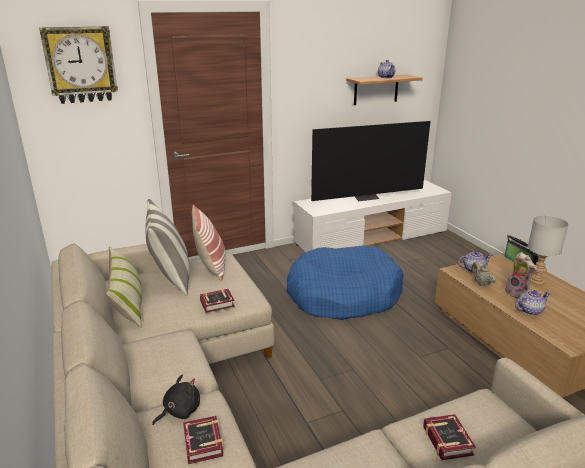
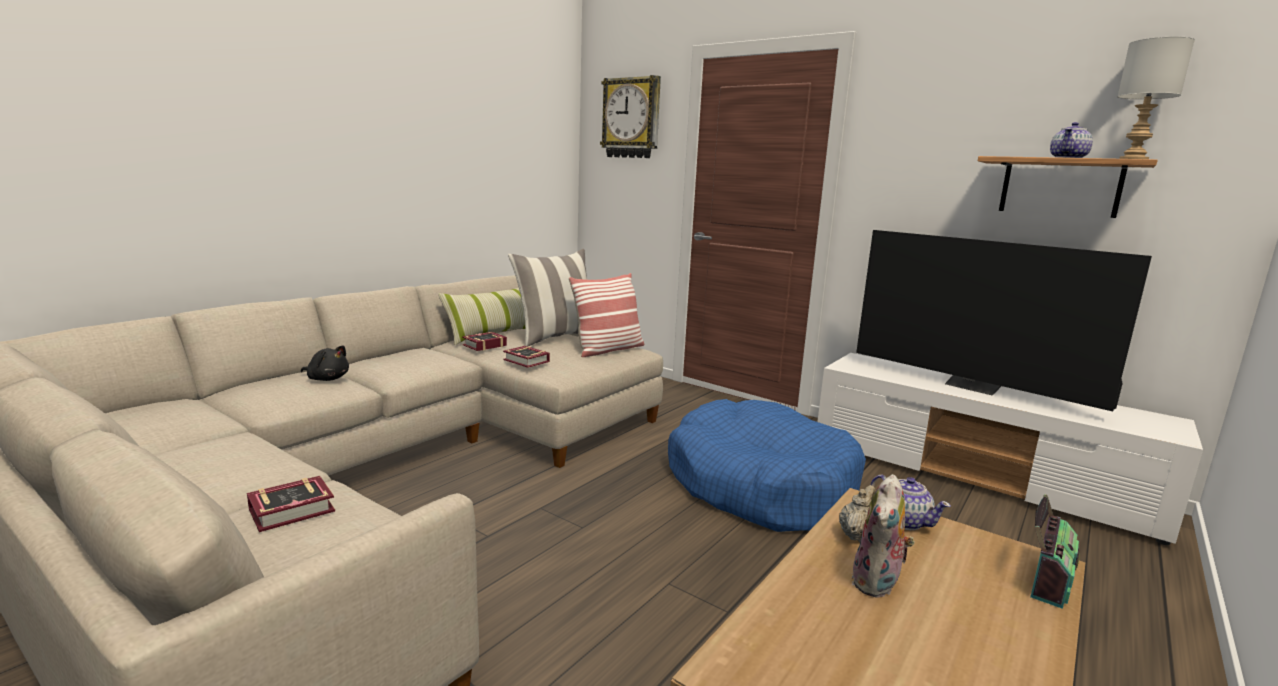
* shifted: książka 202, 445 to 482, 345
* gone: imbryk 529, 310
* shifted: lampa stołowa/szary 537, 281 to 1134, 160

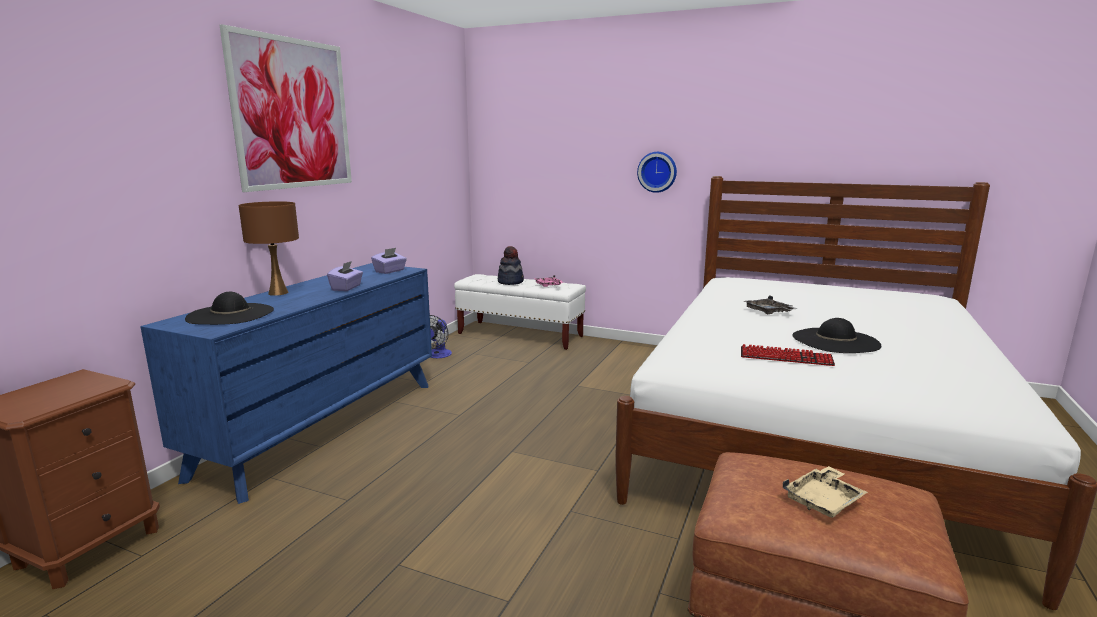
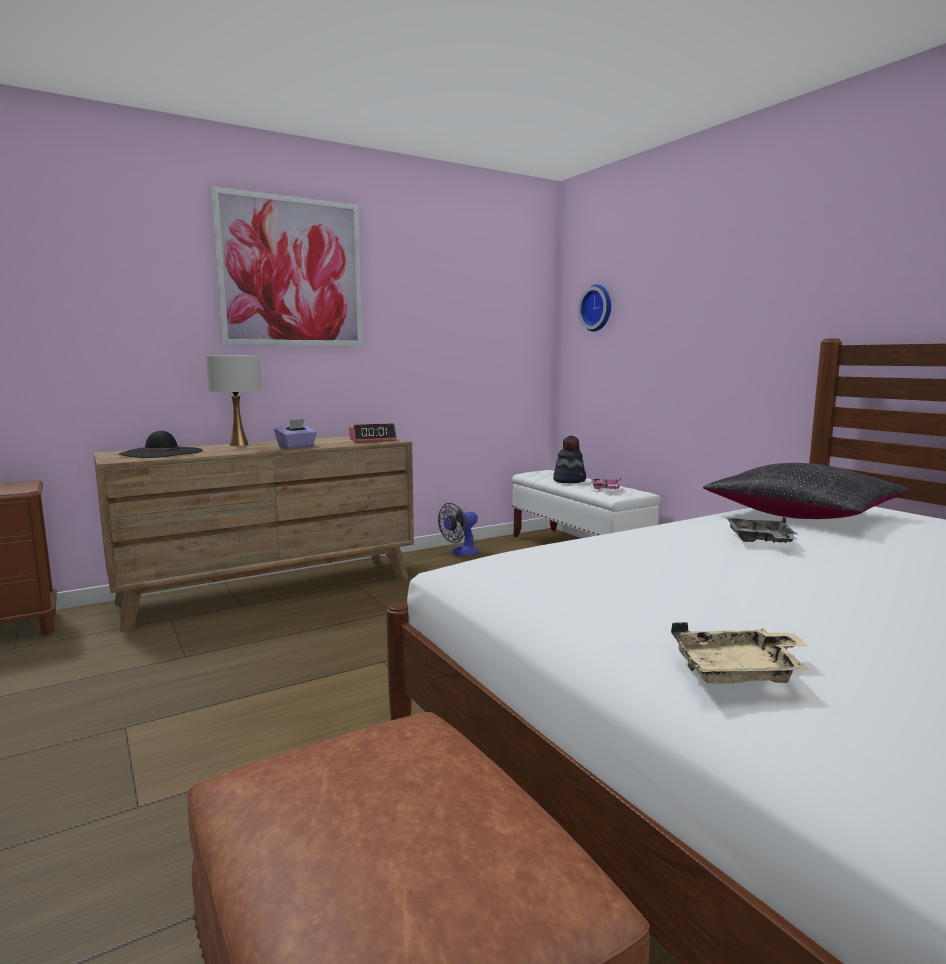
* repainted: komoda/niebieski 324, 426 to komoda/brązowy 271, 590
* repainted: lampa stołowa/brązowy 278, 293 to lampa stołowa/biały 239, 444
* swapped: pudełko chusteczek/fioletowy 390, 271 to budzik 373, 440
* shifted: zegar ścienny 657, 172 to 598, 308
* gone: klawiatura 785, 357
* shifted: taca/beżowy 824, 501 to 739, 672
* gone: kapelusz/czarny 835, 341
* new: poduszka/czarny 802, 514

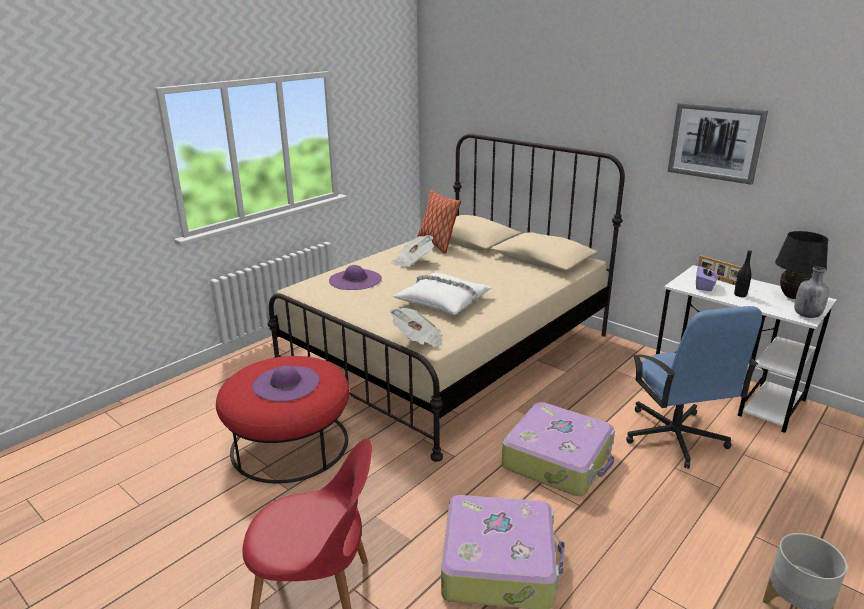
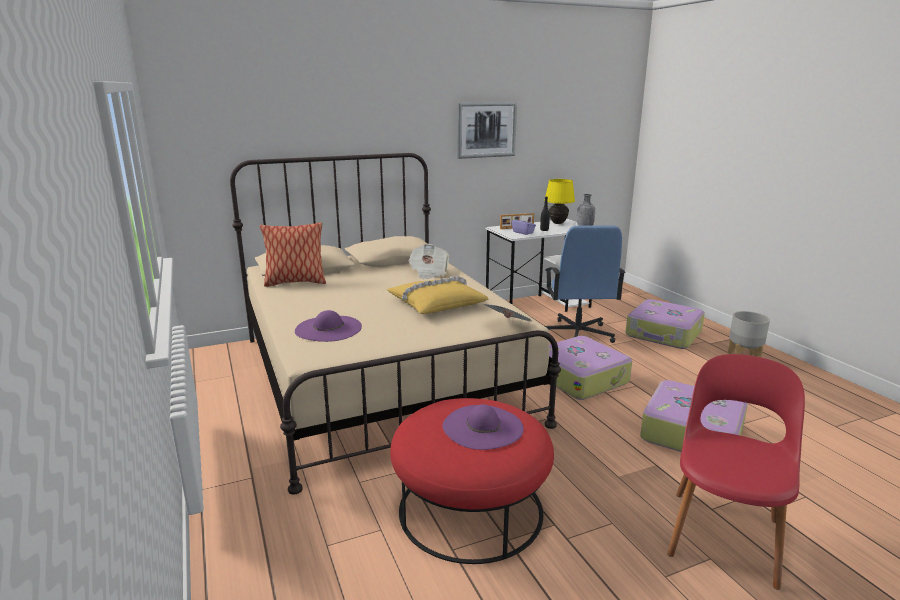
* shifted: gazeta 412, 262 to 429, 273
* repainted: poduszka/biały 444, 301 to poduszka/żółty 436, 304
* rotated: krzesło biurowe/niebieski 674, 437 = 577, 335 75 degrees clockwise
* repainted: lampa stołowa/czarny 792, 297 to lampa stołowa/żółty 557, 223
* new: walizka 663, 334

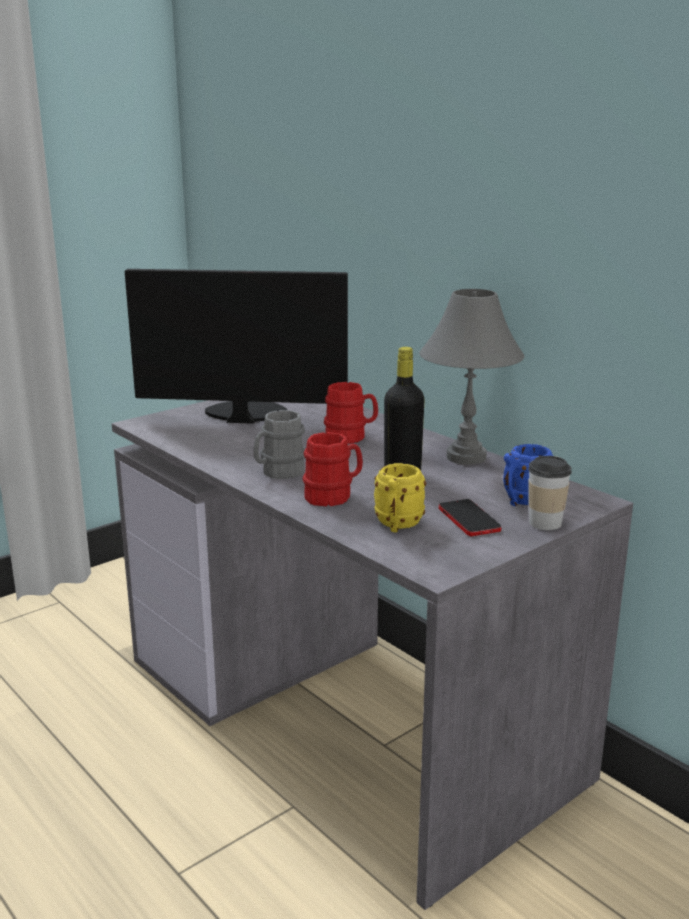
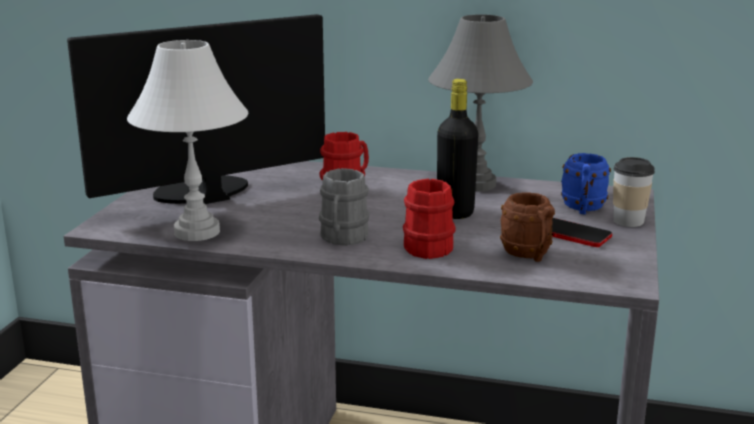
* repainted: kubek/żółty 397, 525 to kubek/brązowy 529, 255
* new: lampa stołowa/biały 198, 232

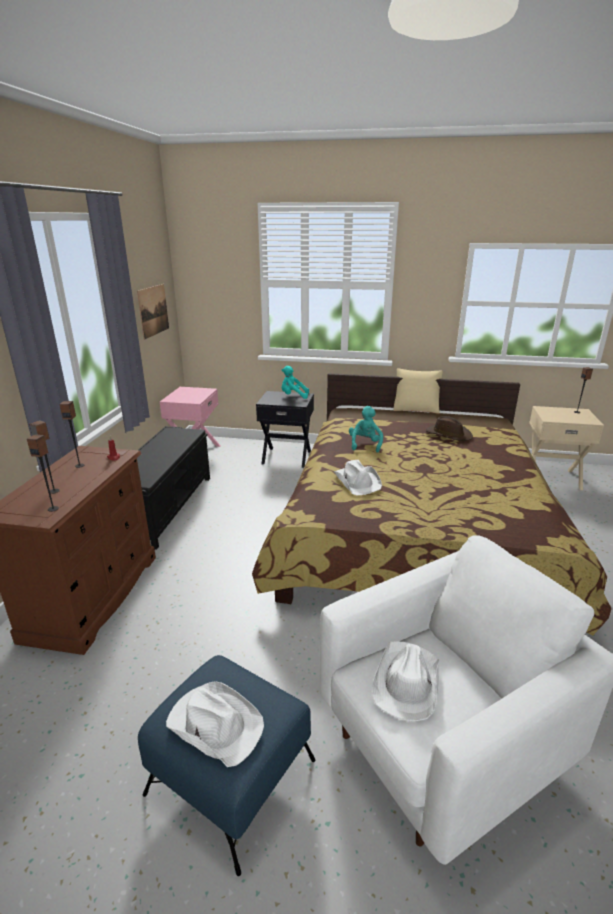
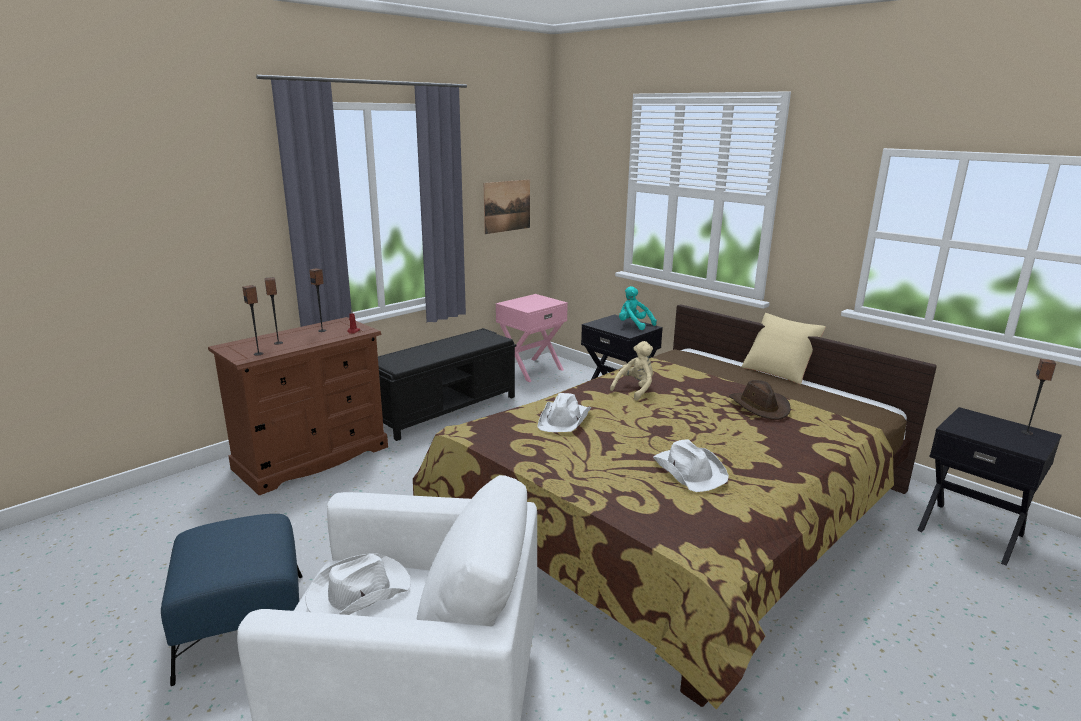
* shifted: kapelusz/biały 215, 724 to 689, 471
* repainted: pluszak/turkusowy 365, 444 to pluszak/beżowy 635, 390
* repainted: szafka nocna/beżowy 551, 477 to szafka nocna/czarny 971, 531

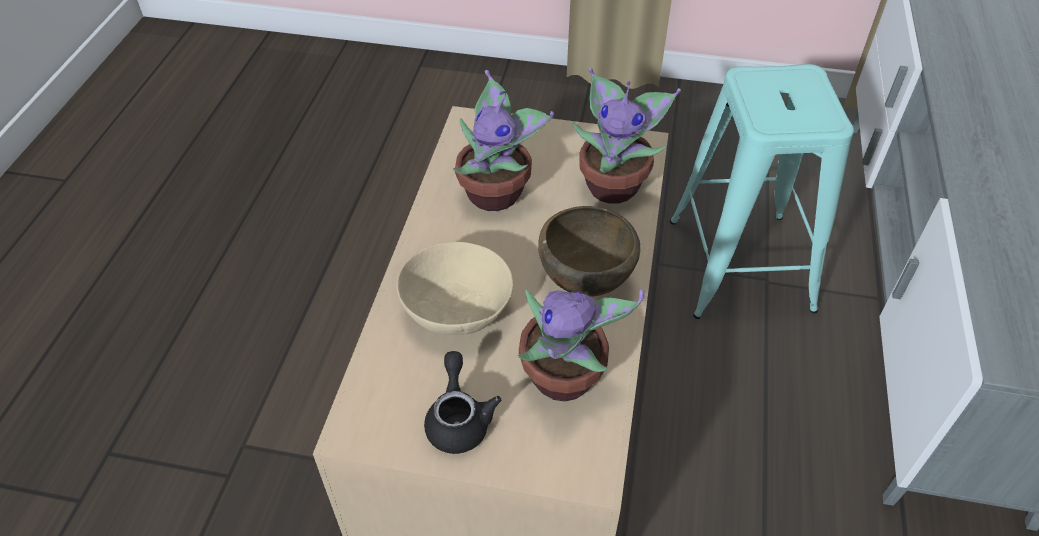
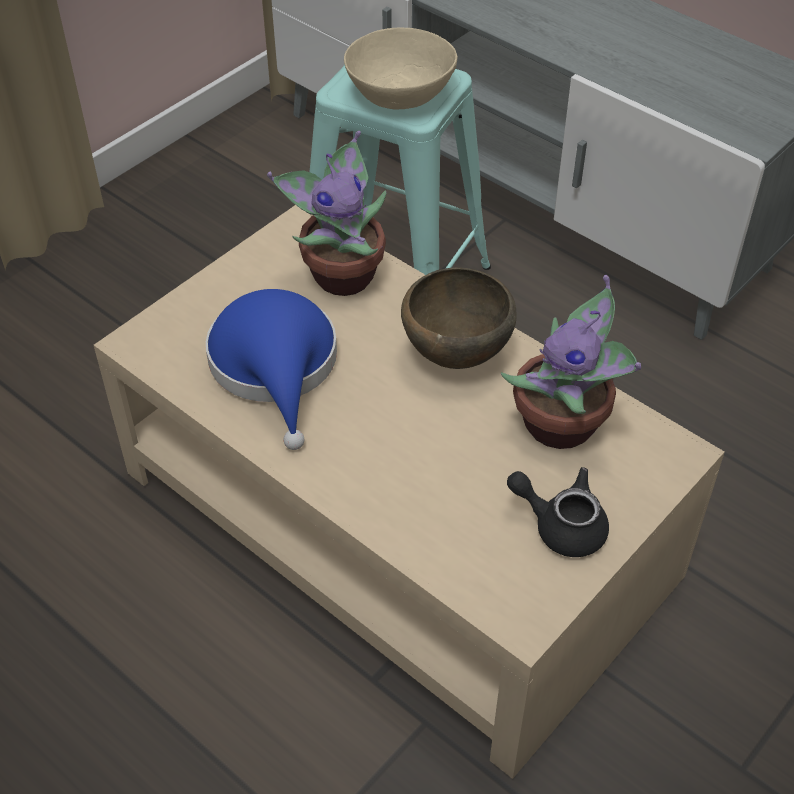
* shifted: miska/beżowy 456, 309 to 399, 93
* swapped: roślina doniczkowa 497, 193 to kapelusz/niebieski 276, 367

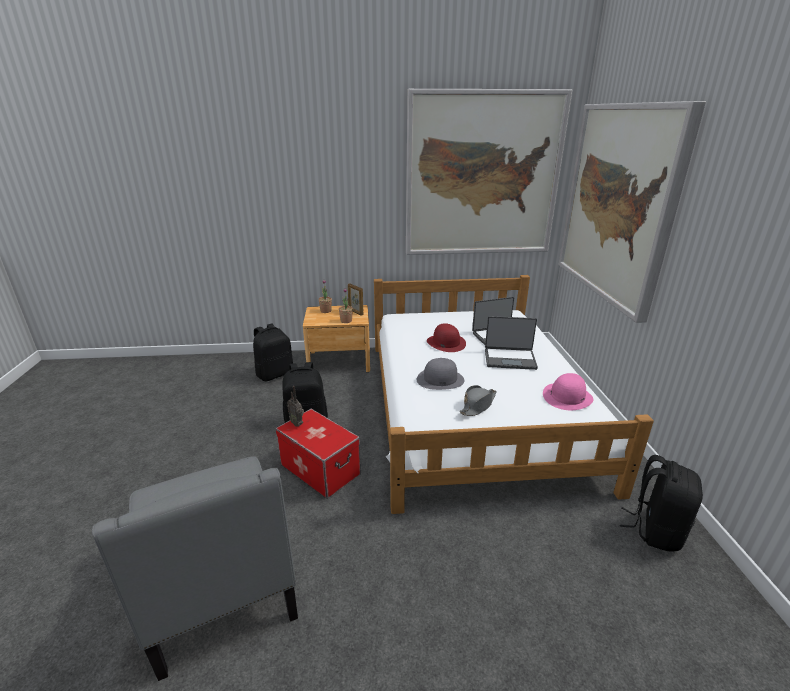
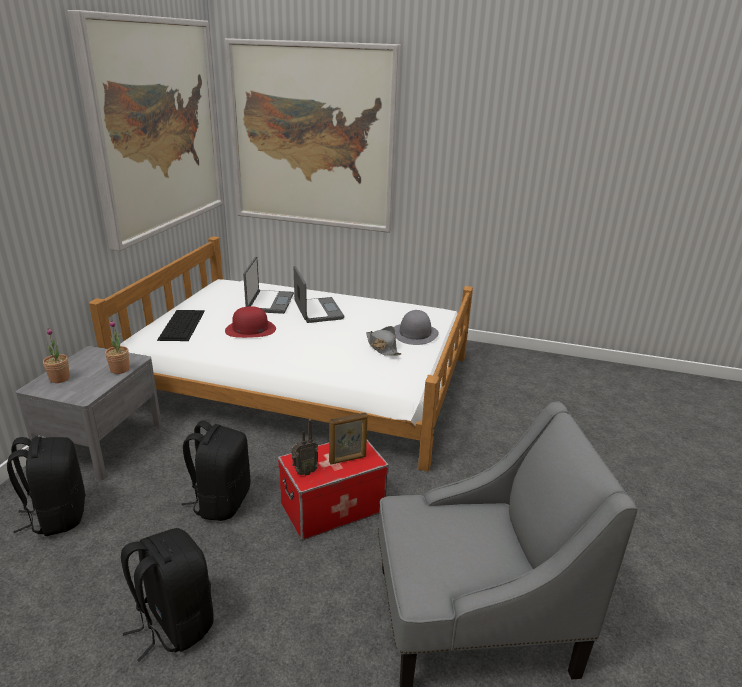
* repainted: szafka nocna/brązowy 339, 361 to szafka nocna/szary 102, 443
* shifted: ramka na zdjęcie 355, 312 to 348, 459
* shifted: kapelusz/szary 440, 379 to 415, 333
* rotated: laptop 510, 359 = 317, 311 45 degrees counterclockwise
* gone: kapelusz/różowy 567, 396
* shifted: plecak/czarny 655, 529 to 174, 623
* new: klawiatura 182, 324

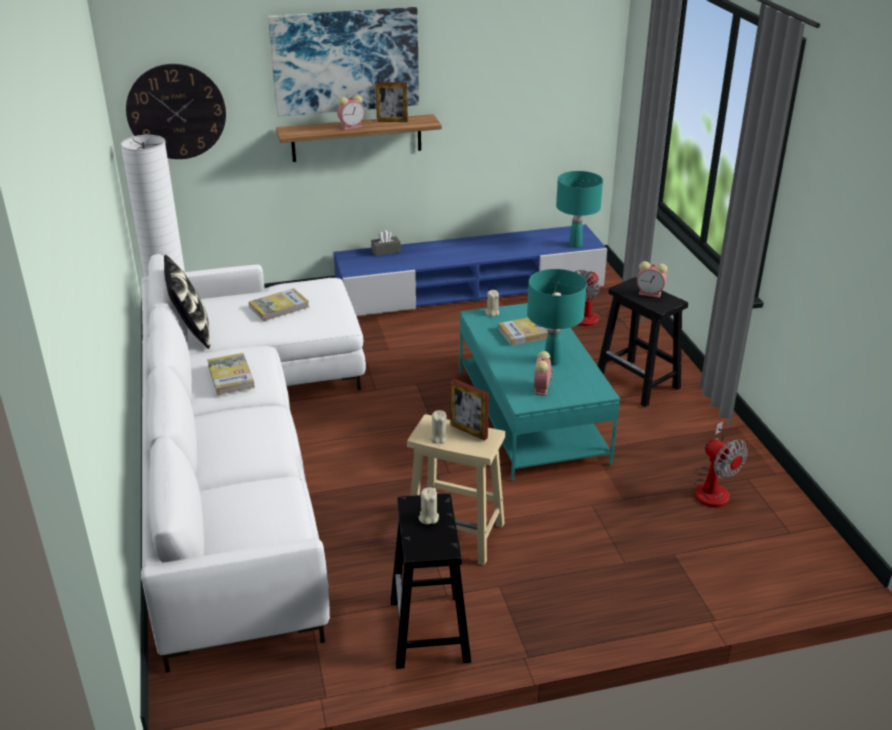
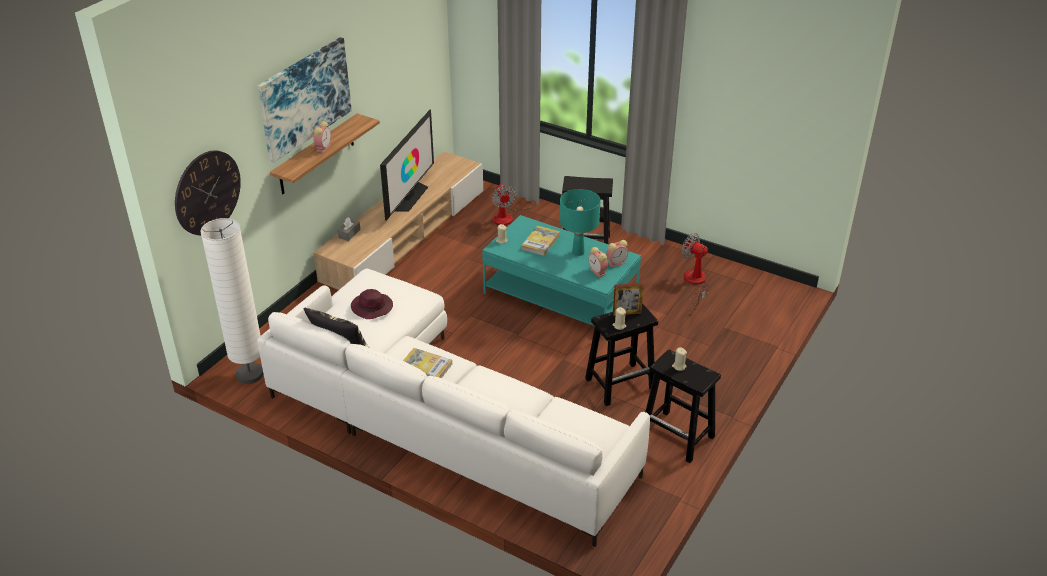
* swapped: książka 279, 307 to kapelusz/fioletowy 373, 308
* repainted: szafka pod telewizor/niebieski 470, 289 to szafka pod telewizor/beżowy 405, 235
* gone: ramka na zdjęcie 392, 121
* repainted: stołek/beżowy 457, 534 to stołek/czarny 620, 383
* gone: lampa stołowa/turkusowy 575, 245
* shifted: budzik 650, 293 to 616, 263
* rotated: wentylator 713, 487 = 695, 283 150 degrees counterclockwise
* new: telewizor 409, 197

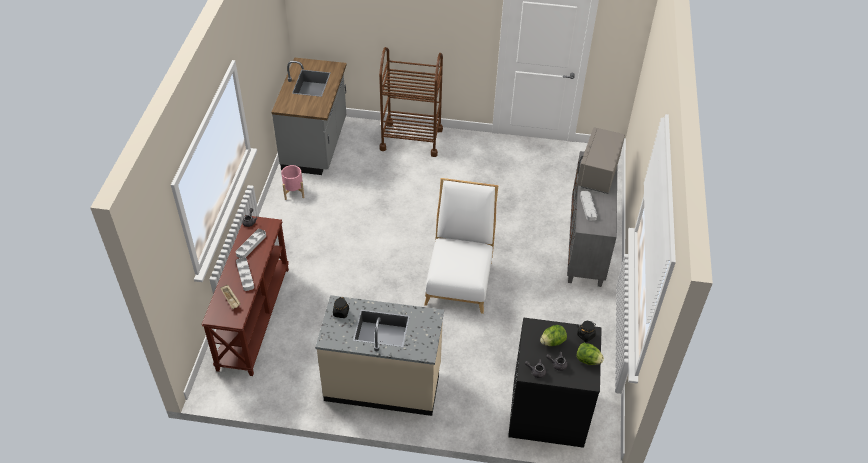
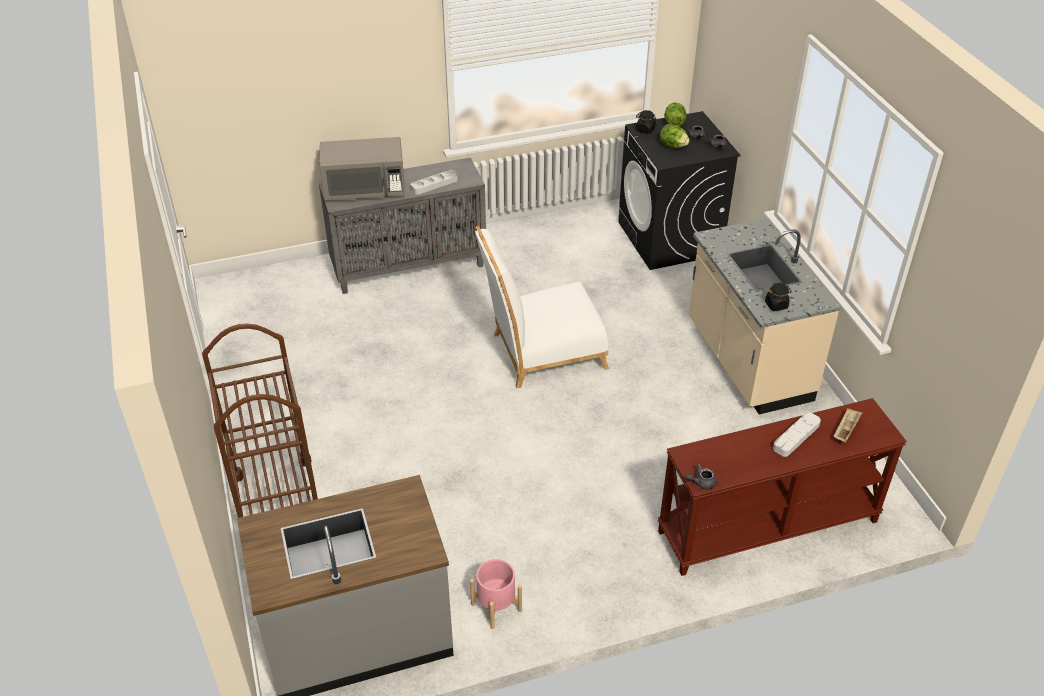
* gone: taca/szary 251, 245

